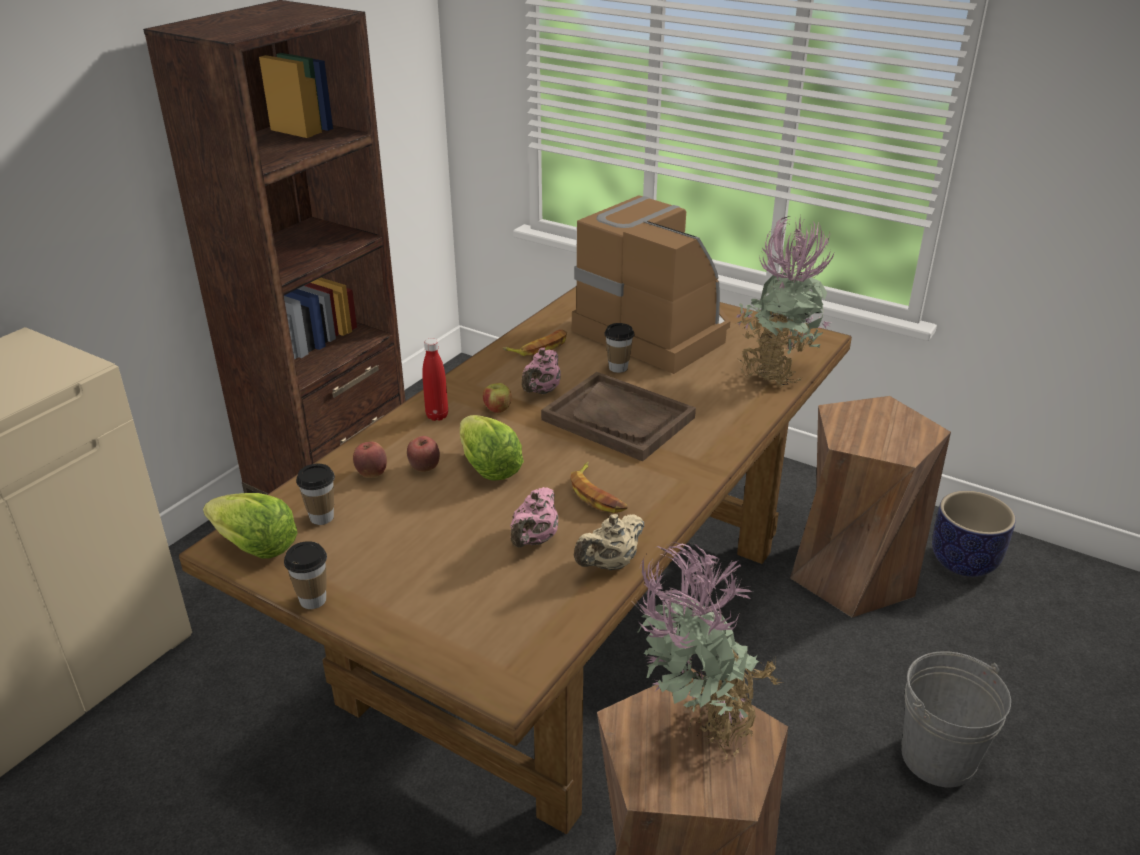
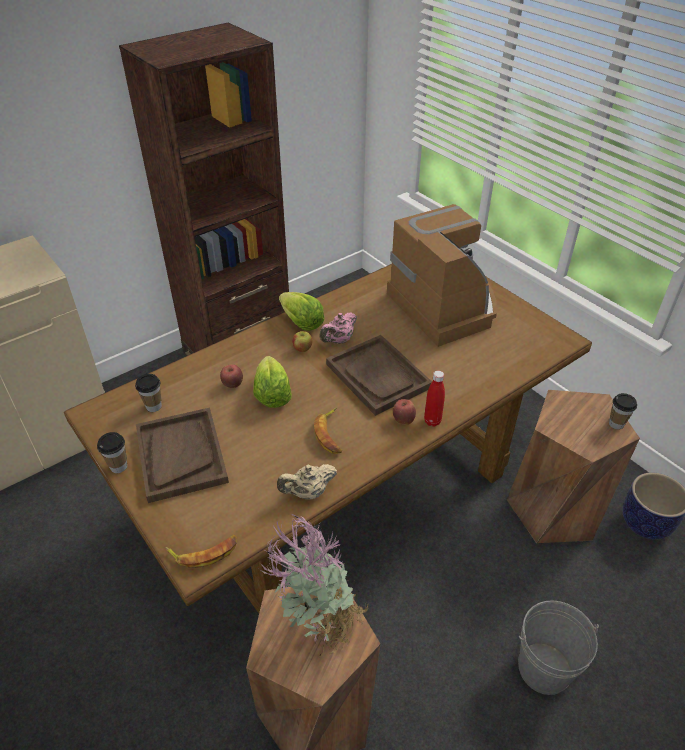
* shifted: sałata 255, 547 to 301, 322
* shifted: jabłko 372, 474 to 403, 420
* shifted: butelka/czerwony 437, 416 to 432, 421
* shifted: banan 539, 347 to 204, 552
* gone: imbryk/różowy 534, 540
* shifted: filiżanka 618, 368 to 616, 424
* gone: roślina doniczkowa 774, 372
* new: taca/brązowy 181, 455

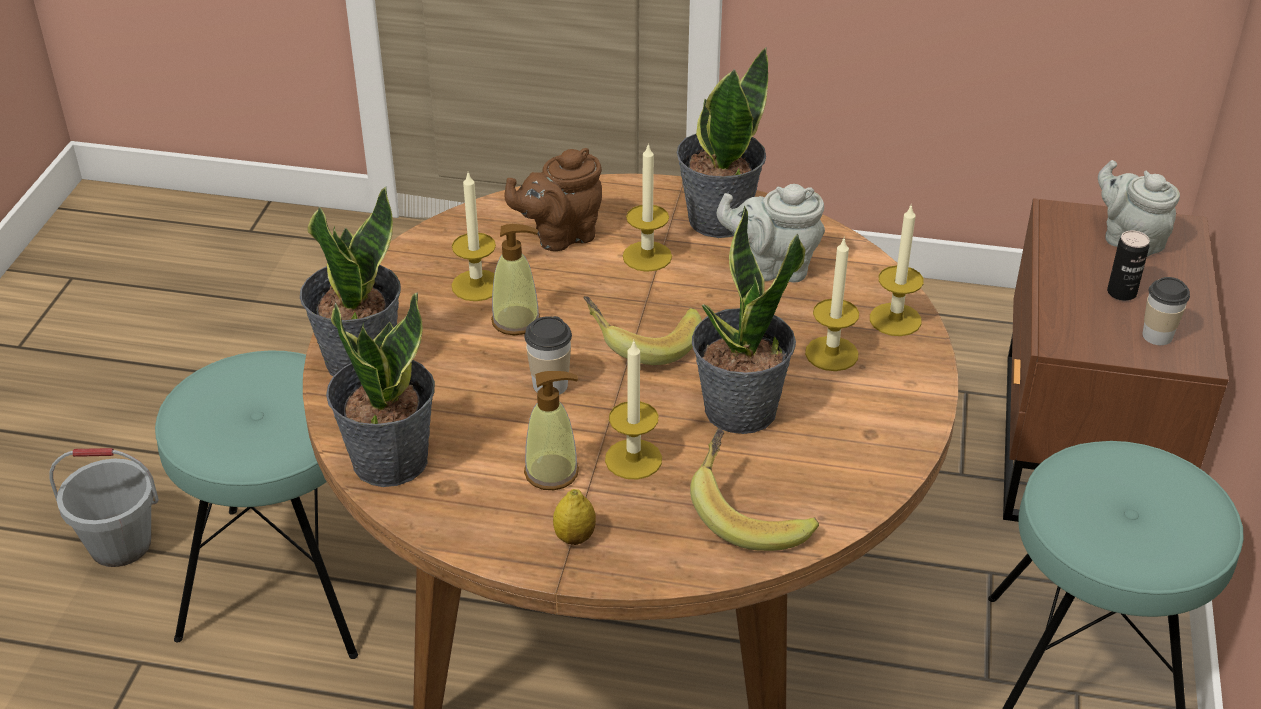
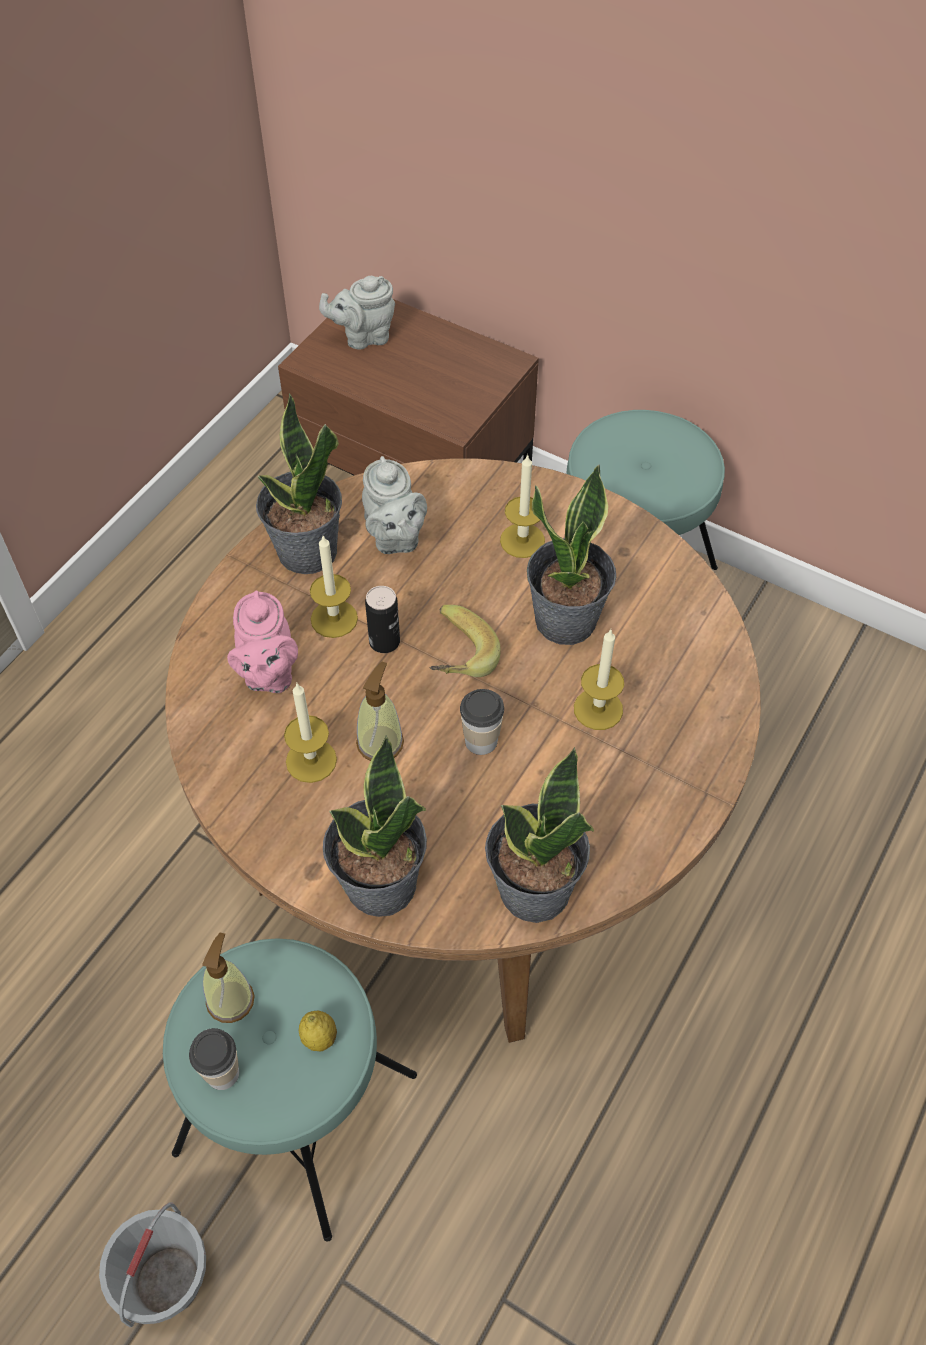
* repainted: imbryk/brązowy 560, 236 to imbryk/różowy 268, 674
* shifted: dozownik mydła 552, 472 to 230, 1000
* shifted: cytryna 575, 537 to 319, 1038
* gone: banan 750, 513
* rotated: imbryk/szary 773, 267 = 394, 538 45 degrees counterclockwise
* gone: świeca 895, 319
* shifted: puszka 1121, 293 to 384, 642
* shifted: filiżanka 1157, 335 to 222, 1072

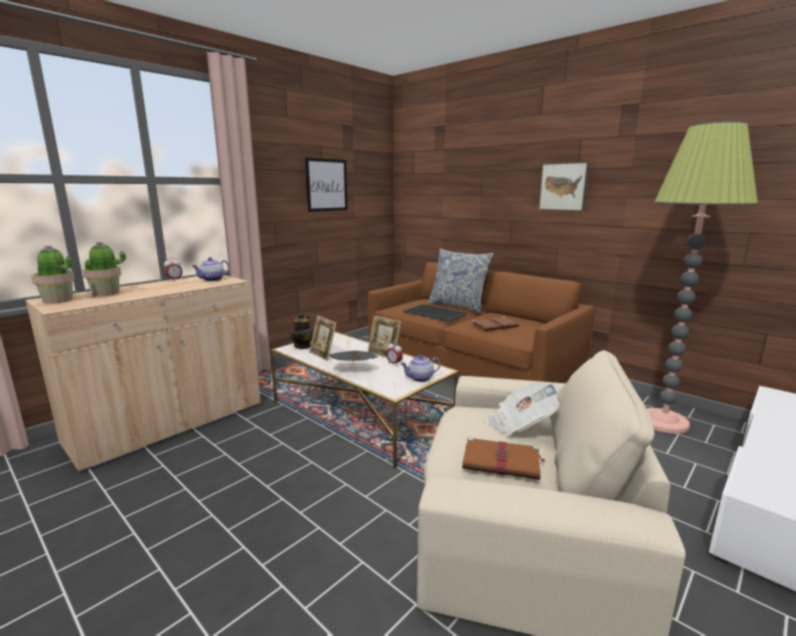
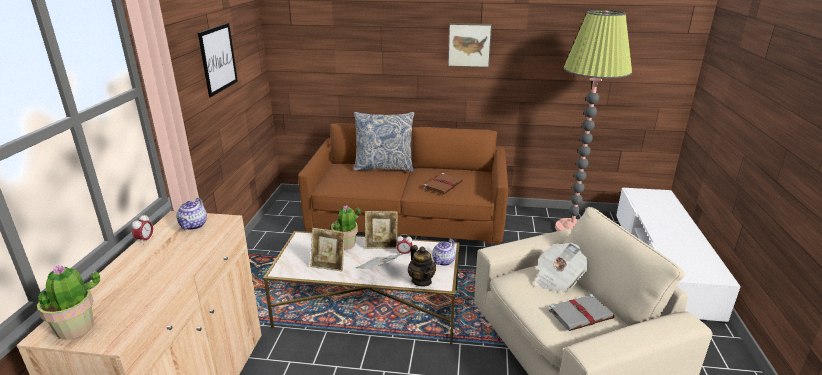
* shifted: roślina doniczkowa 106, 293 to 345, 244
* shifted: imbryk 303, 346 to 421, 281
* gone: taca 433, 313
* repainted: książka/brązowy 502, 461 to książka/szary 581, 314

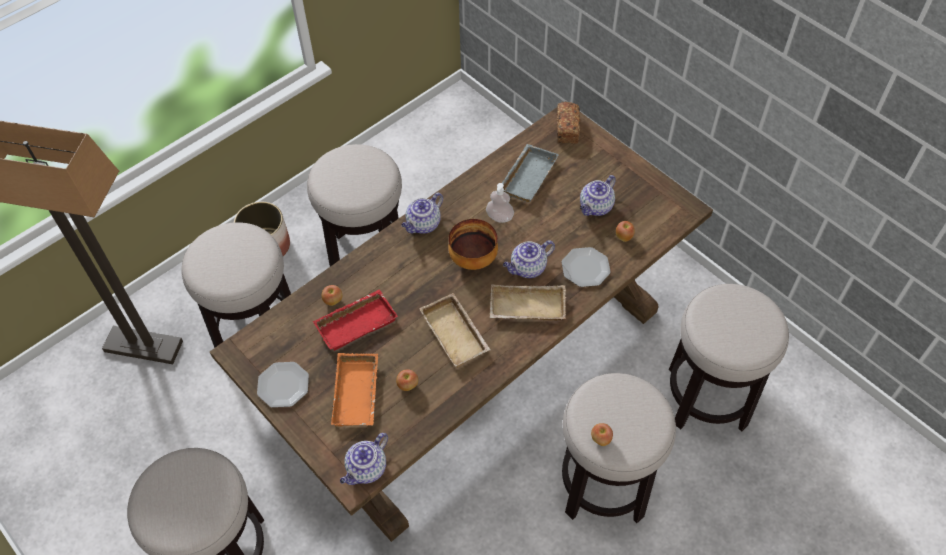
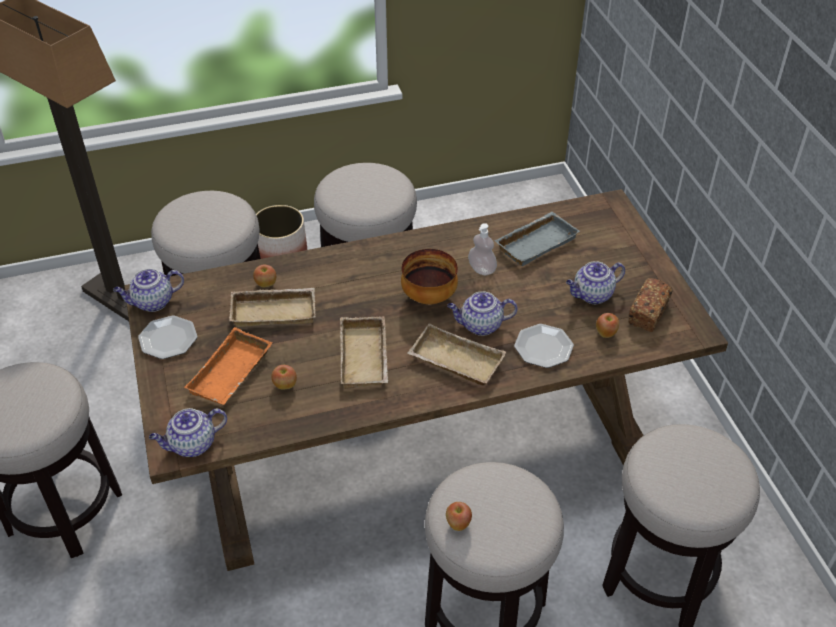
* repainted: taca/czerwony 356, 322 to taca/beżowy 275, 310
* shifted: imbryk 423, 225 to 152, 302
* shifted: chleb 567, 129 to 648, 313

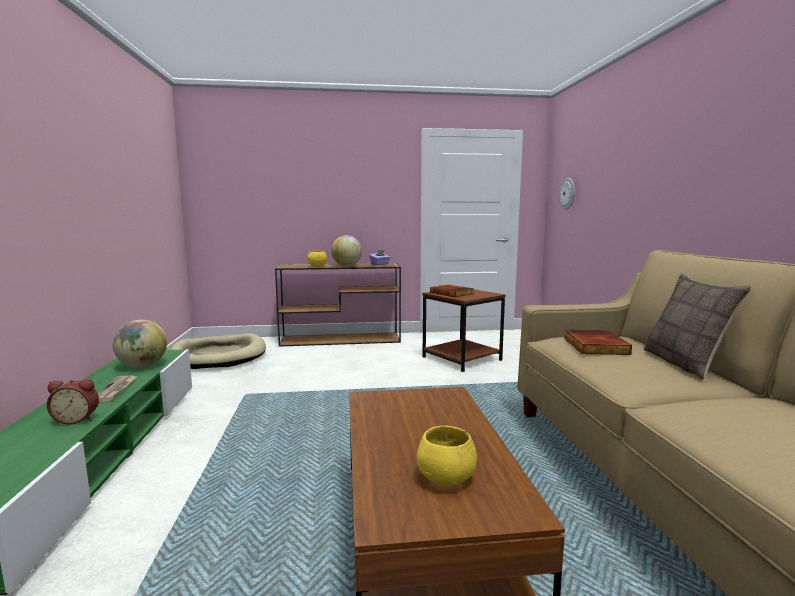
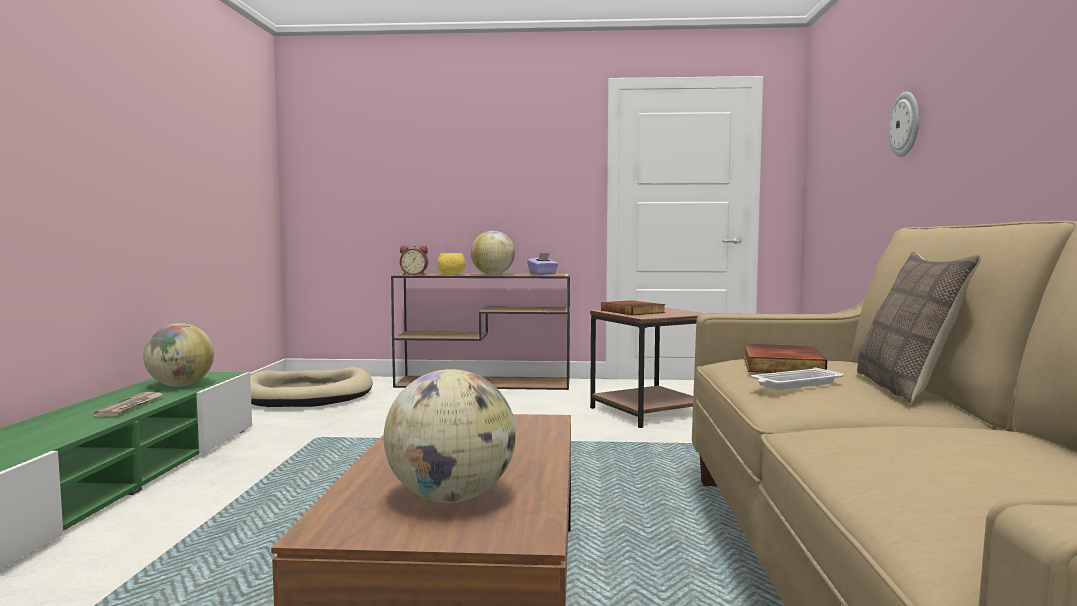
* shifted: budzik 77, 419 to 414, 274
* swapped: miska/żółty 447, 478 to globus 451, 498
* shifted: zegar ścienny 567, 193 to 905, 124
* new: taca/biały 795, 384

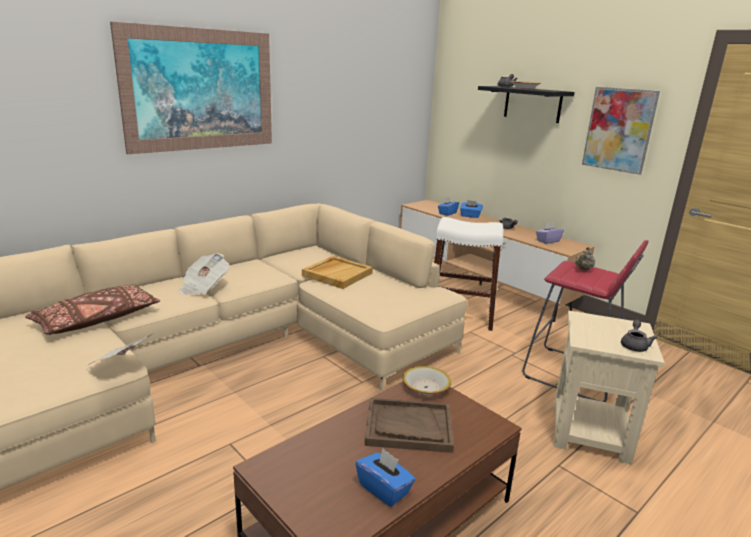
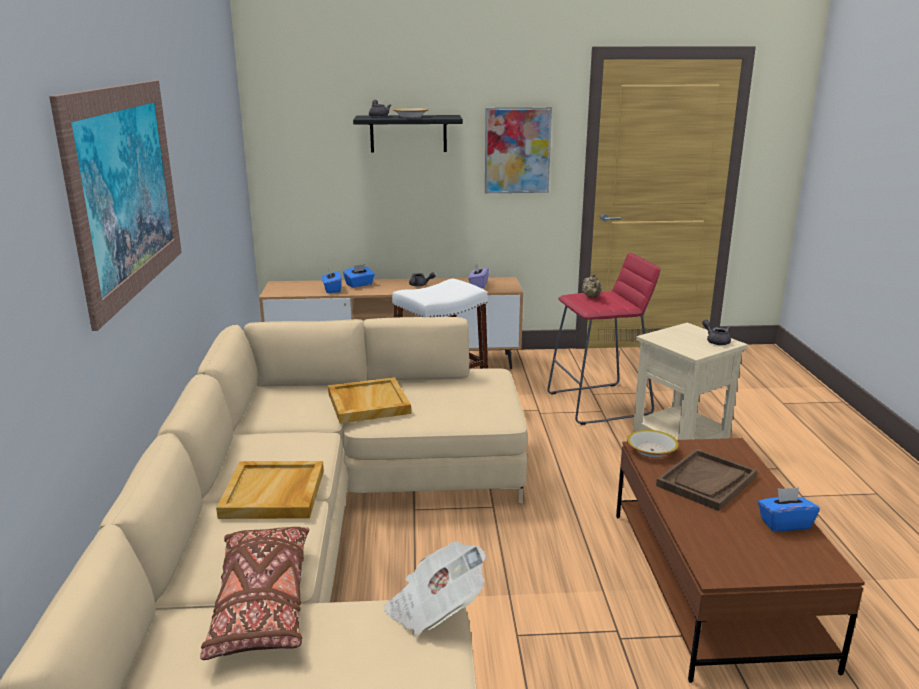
* swapped: gazeta 203, 287 to taca/beżowy 274, 494

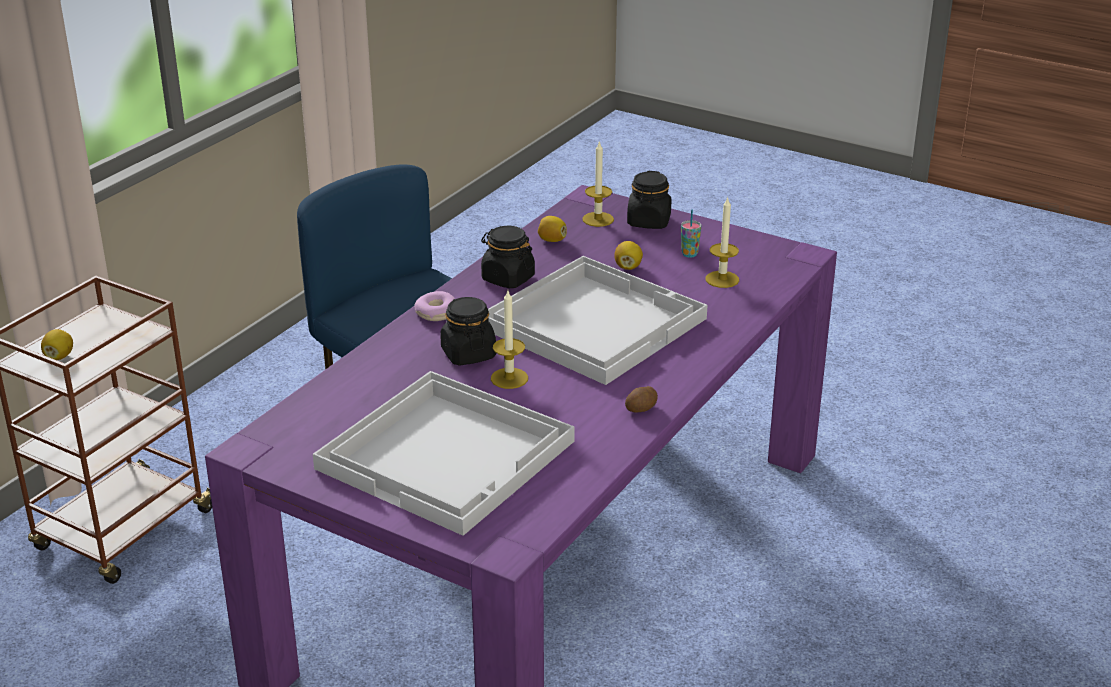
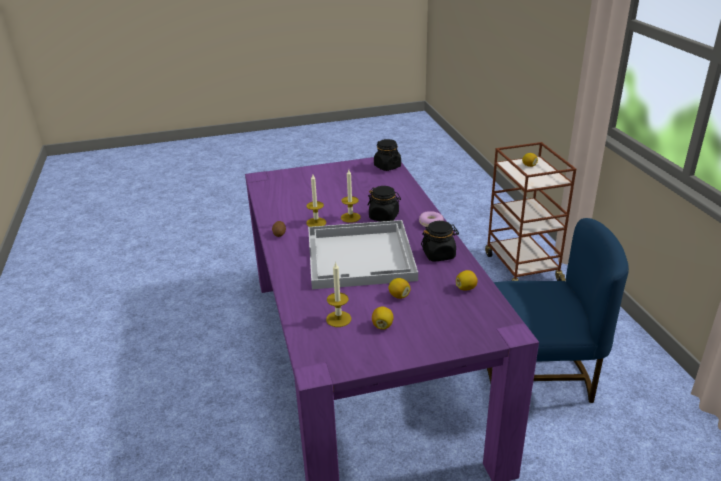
* gone: taca/biały 448, 454
* shifted: świeca 598, 219 to 316, 222
* shifted: słoik/czarny 649, 221 to 387, 166
* swapped: filiżanka 689, 254 to cytryna 382, 326

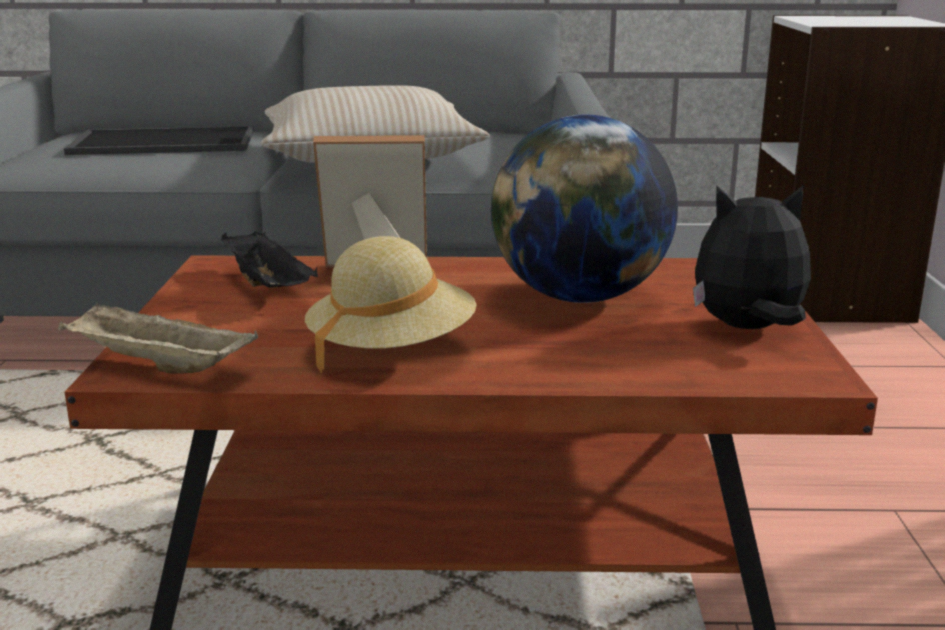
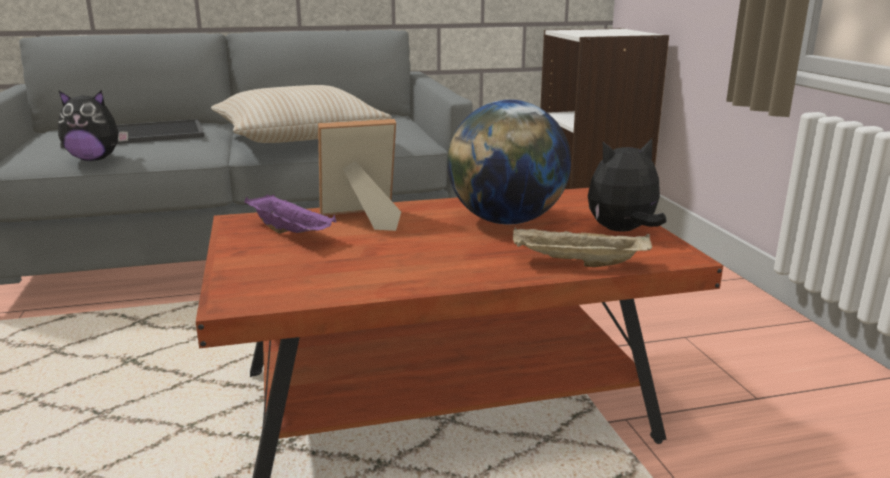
* shifted: taca/beżowy 156, 366 to 577, 264
* repainted: taca/czarny 270, 287 to taca/fioletowy 291, 233
* gone: kapelusz/beżowy 391, 350
* new: pluszak 95, 159

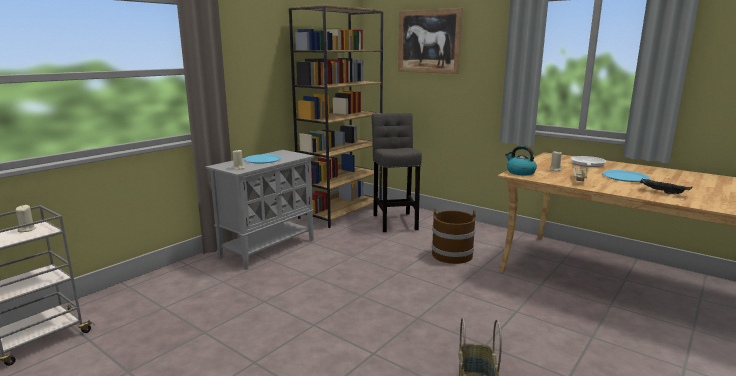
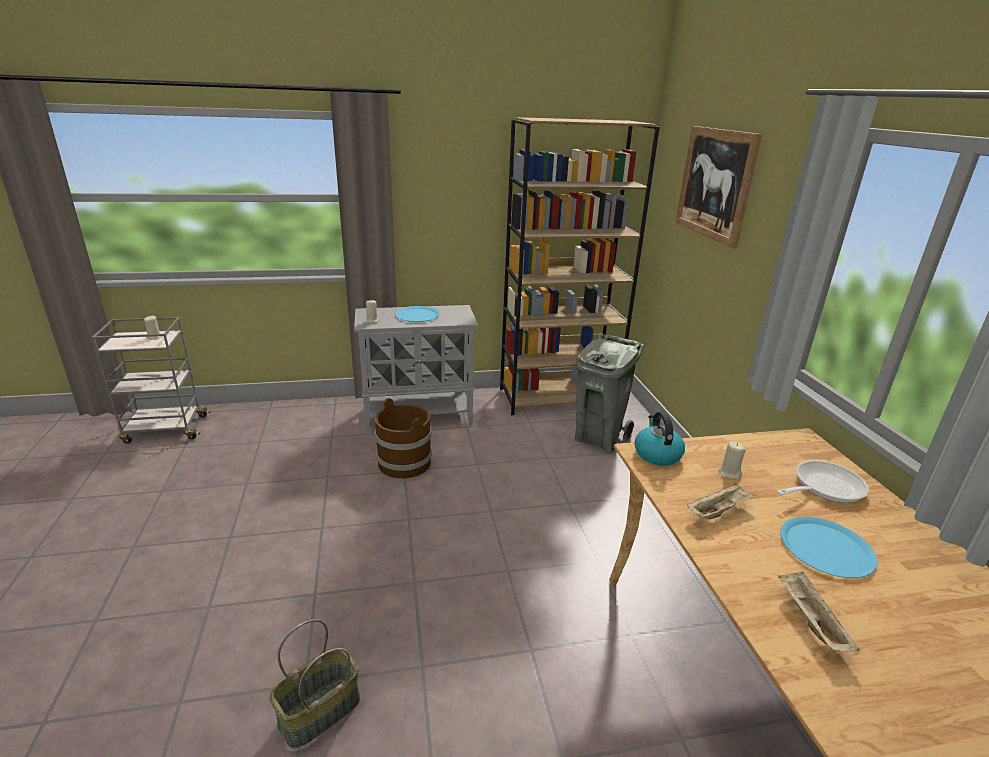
* swapped: stołek/szary 395, 221 to kosz na śmieci/szary 599, 437
* shifted: wiadro/brązowy 451, 255 to 404, 462
* repainted: taca/czarny 662, 192 to taca/beżowy 809, 620

